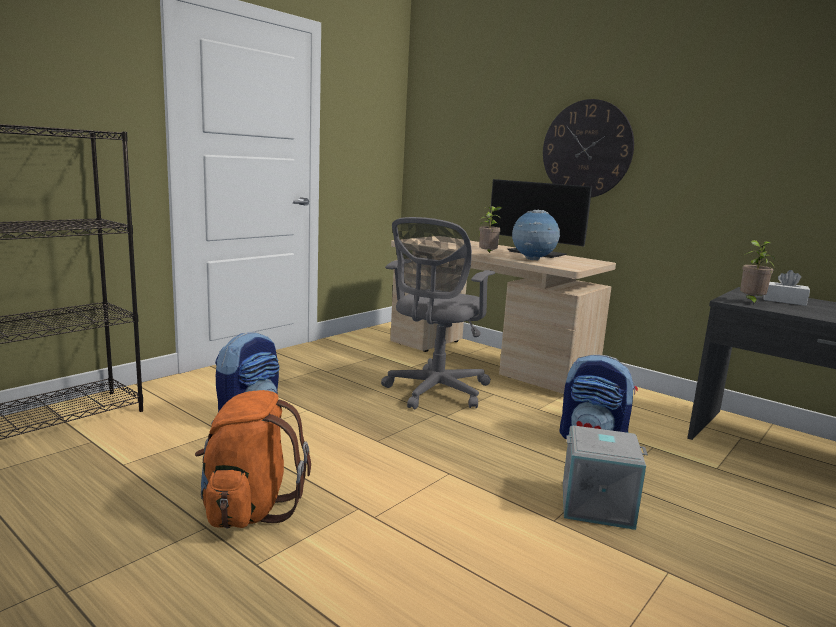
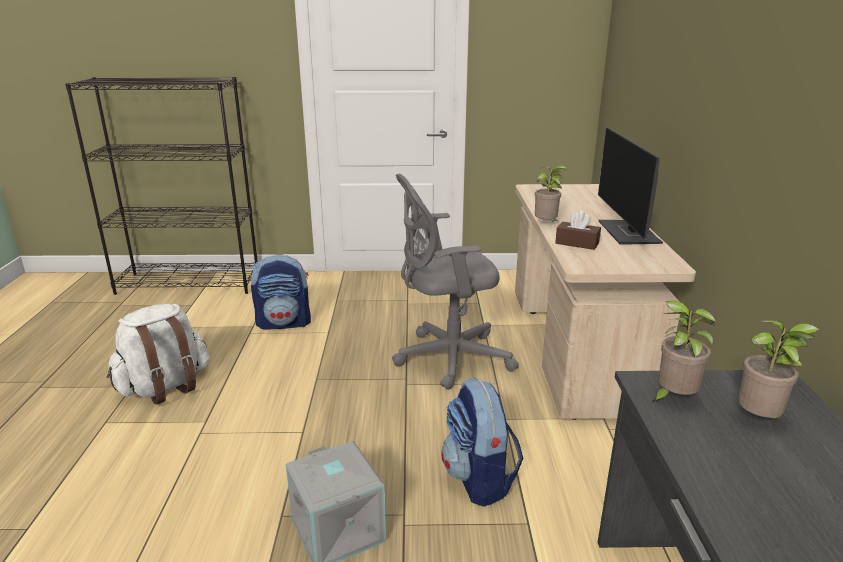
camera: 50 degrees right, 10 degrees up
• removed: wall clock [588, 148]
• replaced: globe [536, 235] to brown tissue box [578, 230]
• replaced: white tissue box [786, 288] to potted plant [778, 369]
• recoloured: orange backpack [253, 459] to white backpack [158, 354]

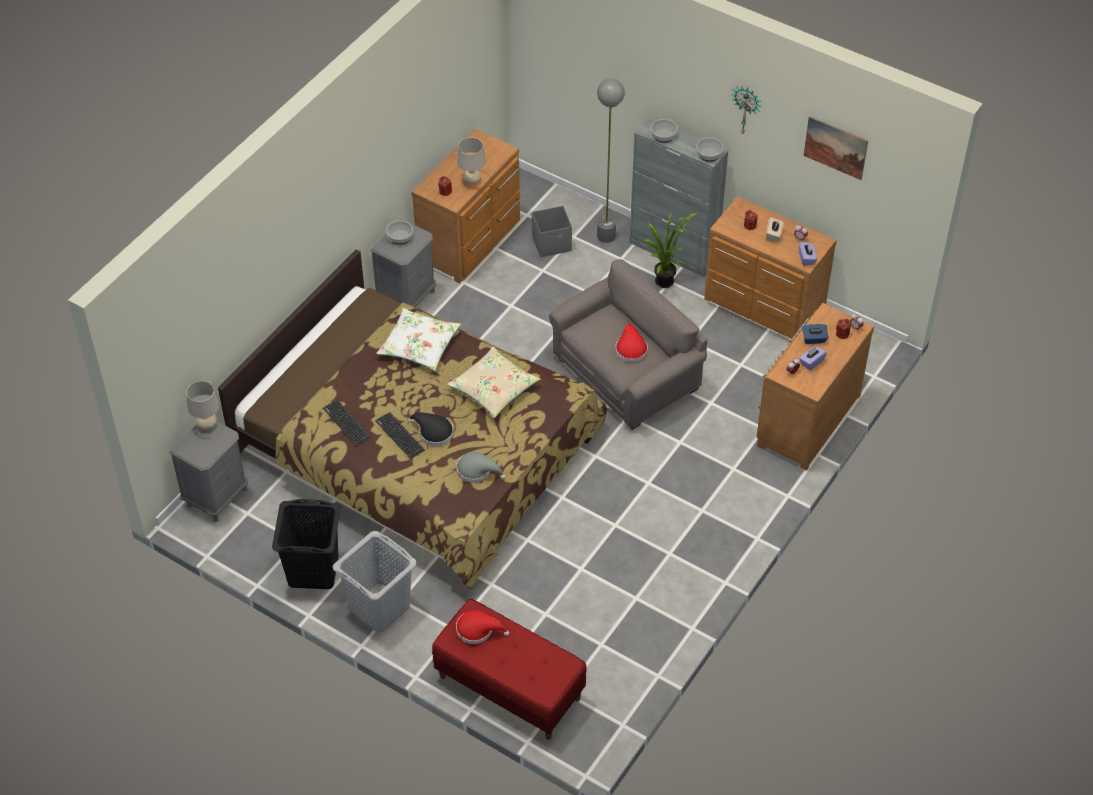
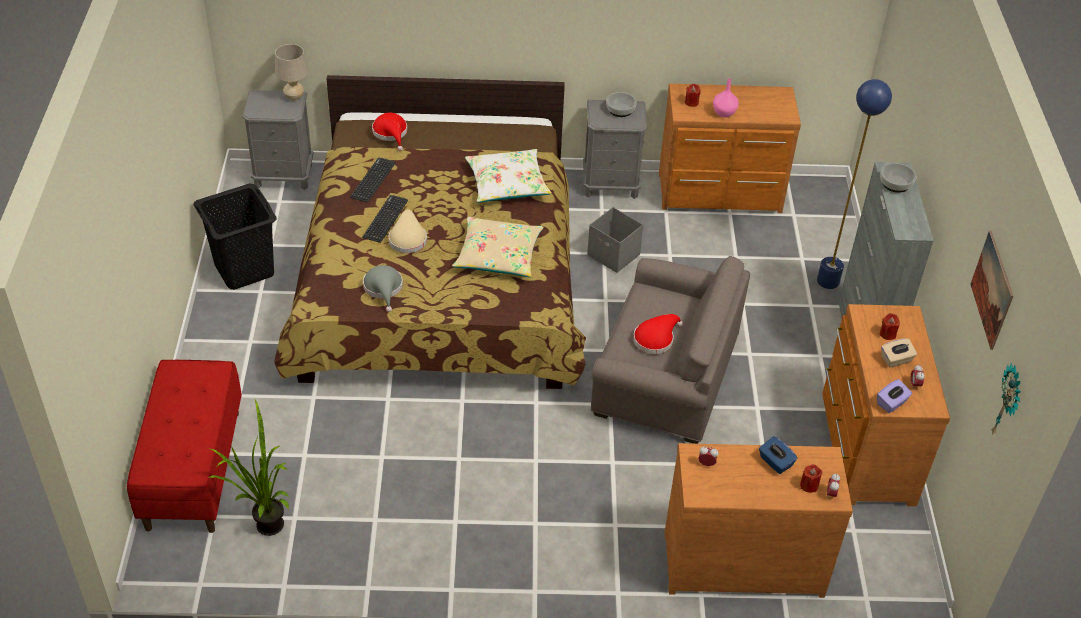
camera: 55 degrees right, 5 degrees down
• recoloured: grey floor lamp [611, 161] to blue floor lamp [854, 184]
• moved: wall clock [746, 110] to [1006, 399]
• replaced: beige table lamp [471, 161] to pink vase [726, 98]
• removed: bowl [710, 150]
• moved: potted plant [670, 244] to [249, 467]
• moved: grey storage box [552, 231] to [615, 240]
• removed: purple tissue box [813, 358]
• recoloured: black hat [430, 429] to beige hat [408, 231]
• removed: grey laundry basket [375, 582]
• moved: red hat [482, 627] to [389, 132]

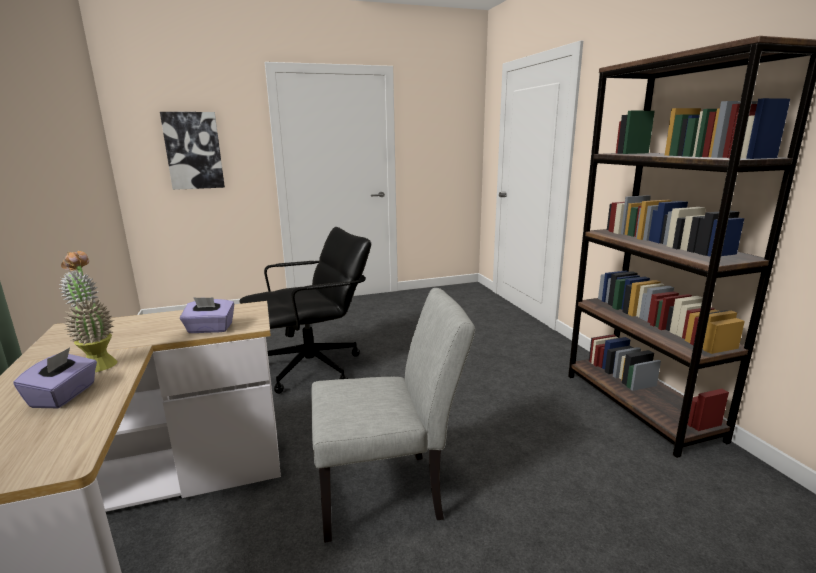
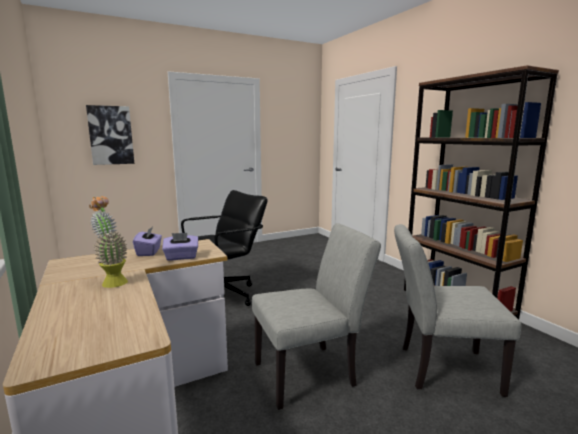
camera: 10 degrees left, 5 degrees down
• moved: purple tissue box [55, 378] to [147, 241]
• added: grey chair [457, 310]

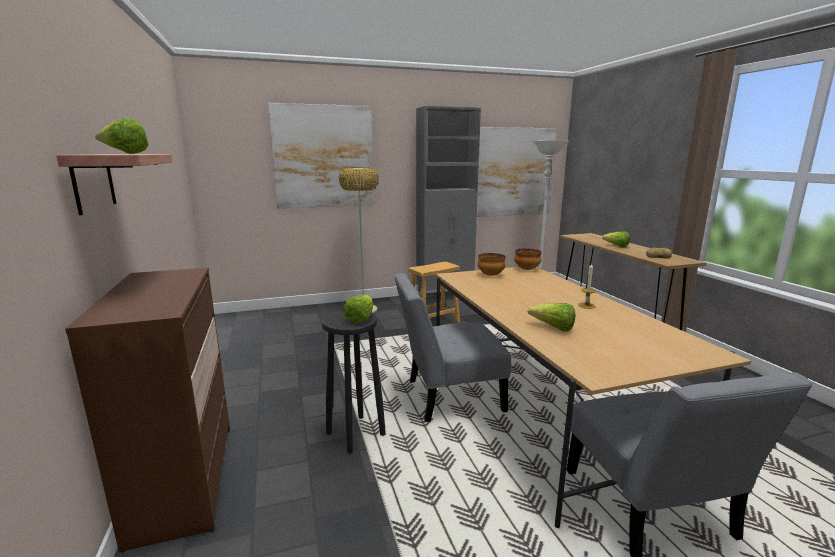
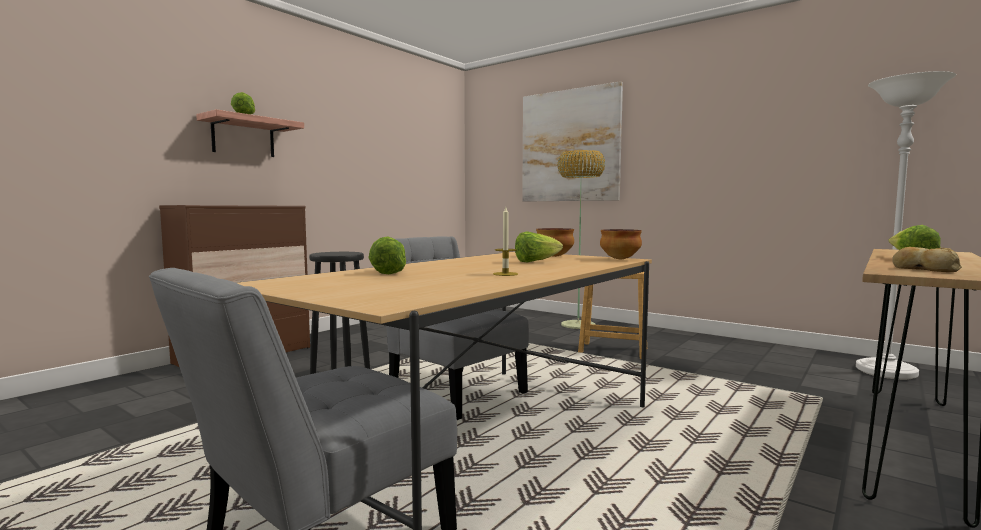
camera: 55 degrees right, 10 degrees down
• removed: grey cabinet [448, 201]
• removed: picture [516, 172]
• moved: lettuce [358, 309] to [539, 246]

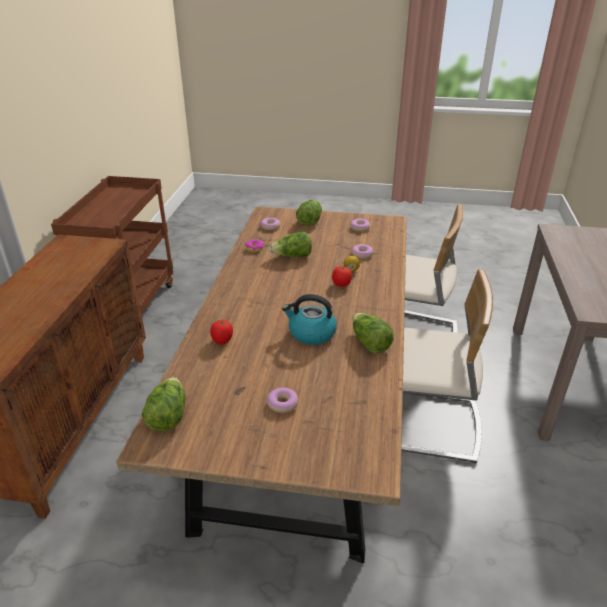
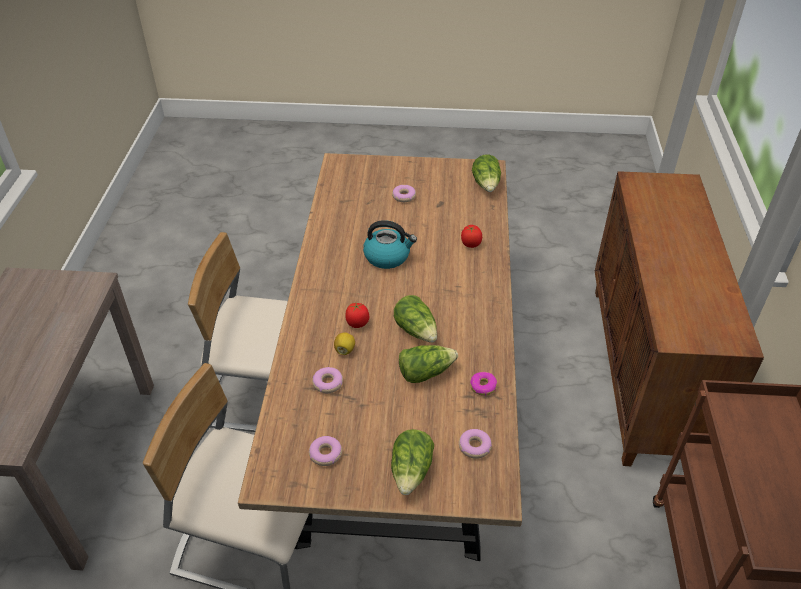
camera: 175 degrees right, 10 degrees up
• moved: lettuce [373, 333] to [415, 318]

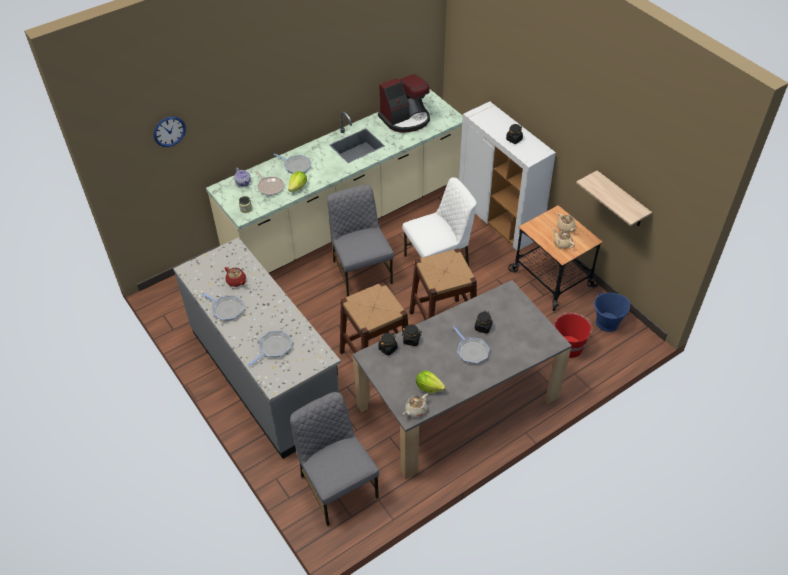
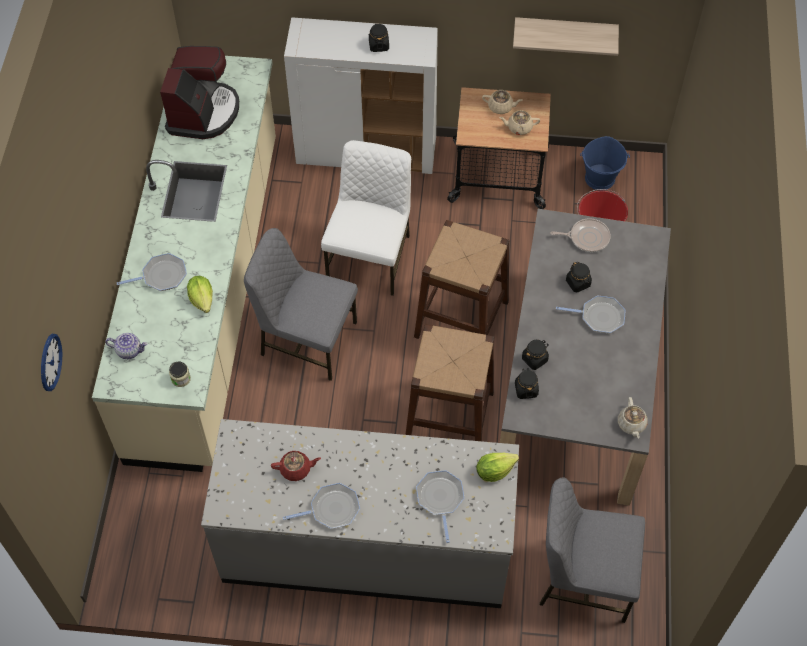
camera: 50 degrees left, 10 degrees up
• moved: frying pan [269, 183] to [580, 235]
• moved: lettuce [431, 381] to [497, 467]

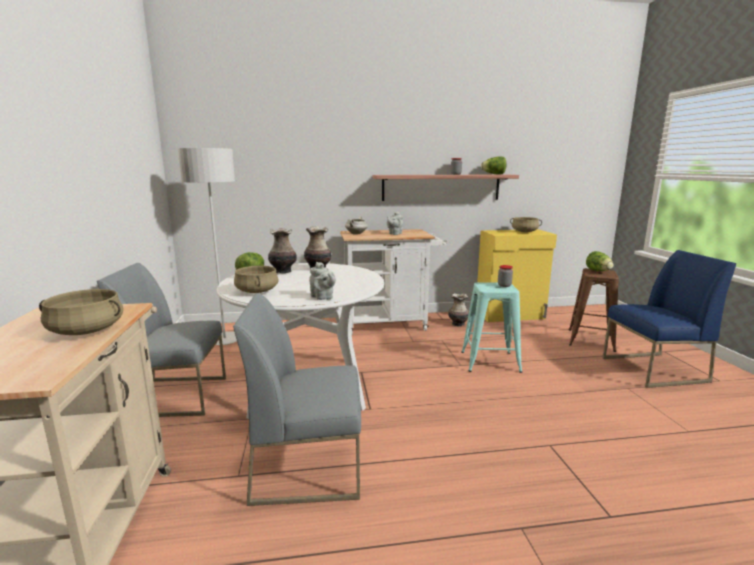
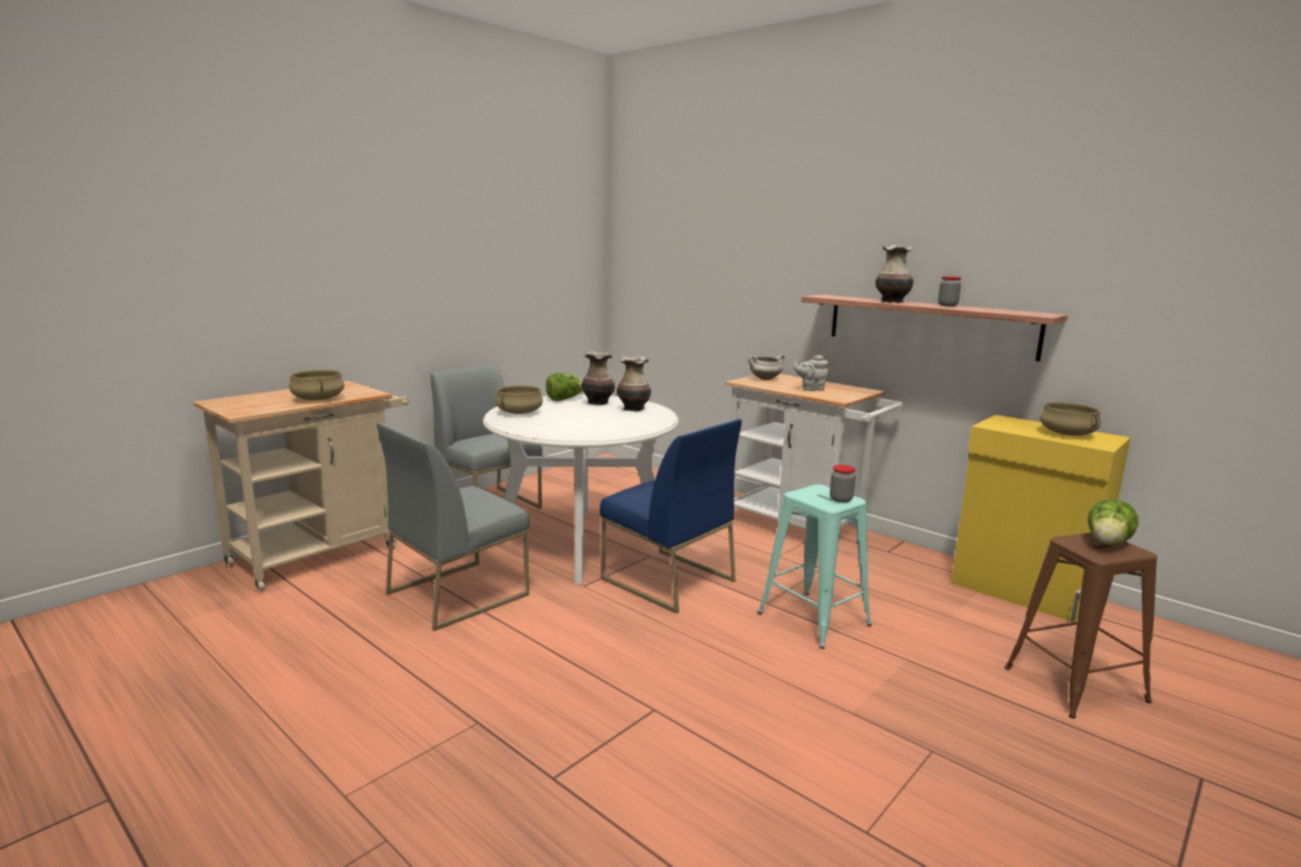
camera: 50 degrees right, 0 degrees up
• removed: grey floor lamp [207, 246]
• removed: lettuce [493, 166]
• moved: blue chair [669, 319] to [671, 516]
• removed: grey teapot [322, 281]
• turned: grey chair [297, 399] = [453, 526] 90 degrees counterclockwise
• moved: vase [458, 310] to [894, 274]

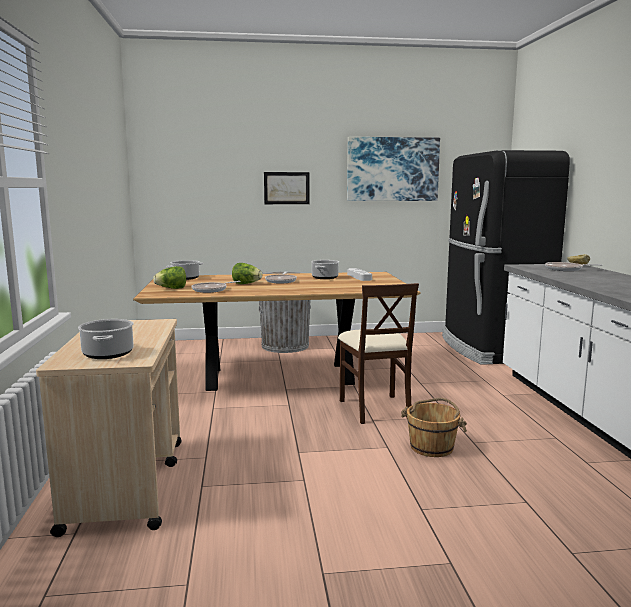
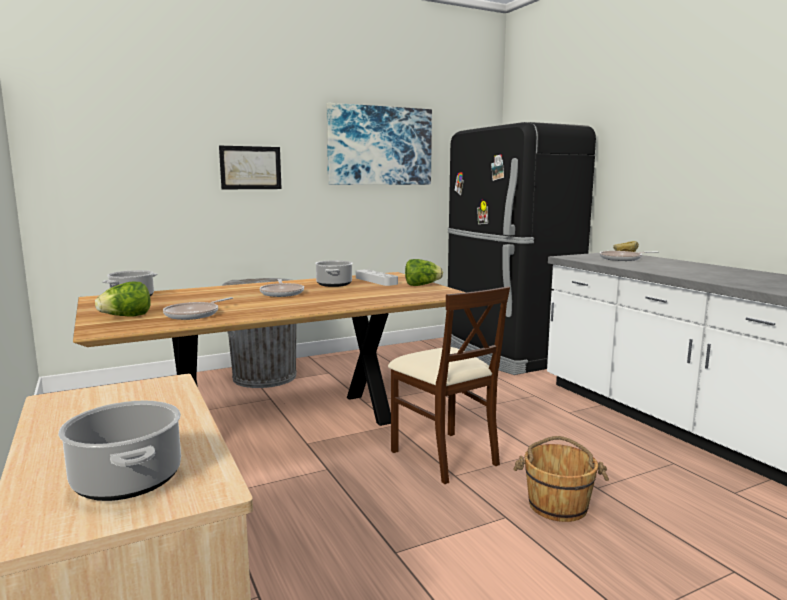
camera: 20 degrees left, 0 degrees up
• moved: lettuce [247, 273] to [424, 272]

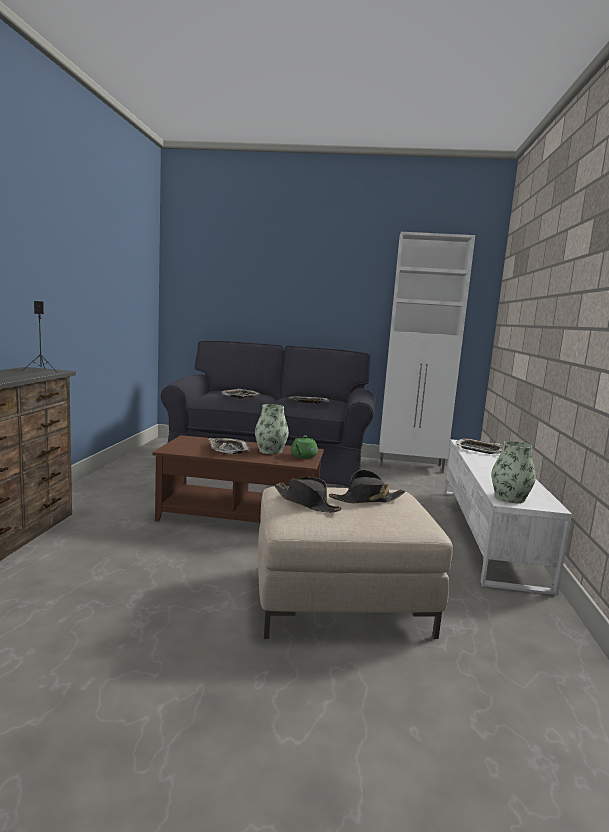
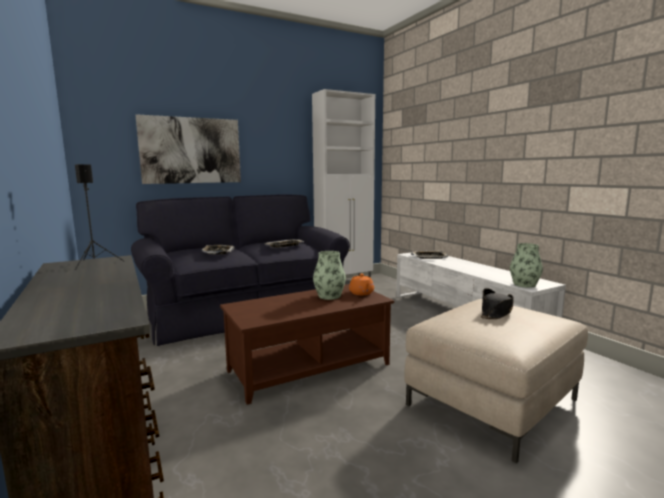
camera: 35 degrees left, 0 degrees up
• recoloured: green teapot [304, 447] to orange teapot [361, 284]
• removed: tray [229, 446]
• removed: black hat [308, 494]
• added: picture [188, 149]

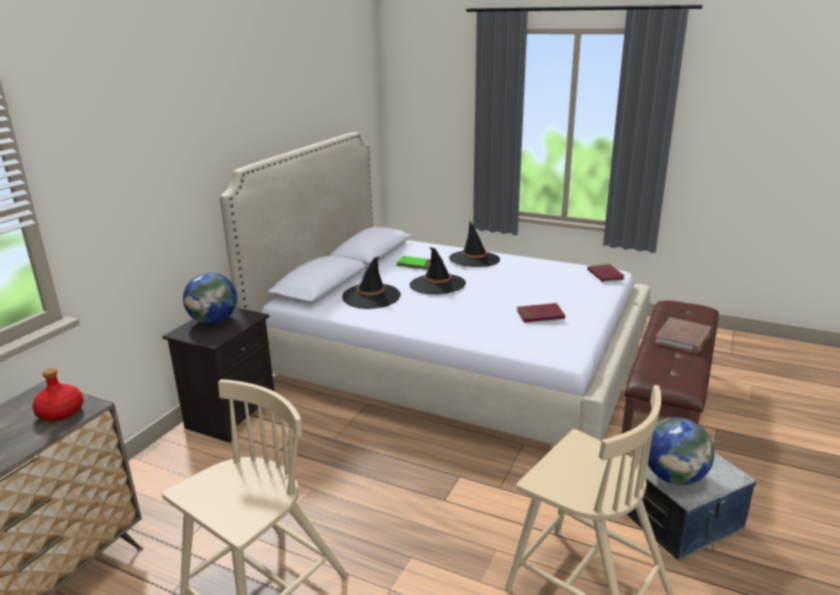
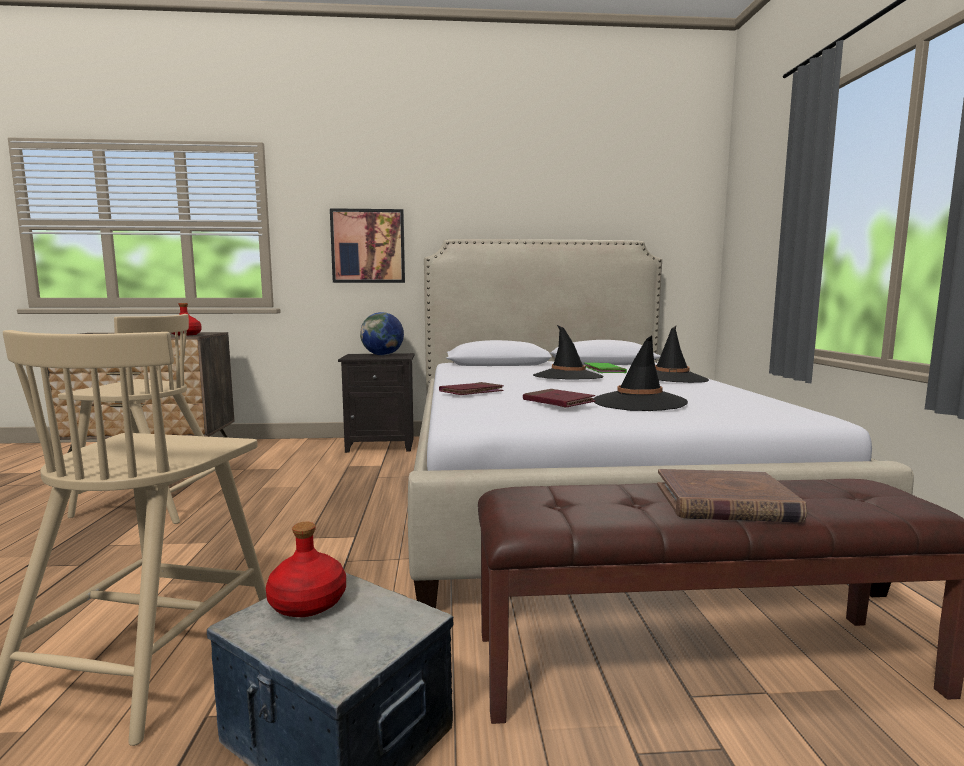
camera: 60 degrees right, 15 degrees down
• moved: black hat [371, 282] to [640, 373]
• moved: red book [606, 273] to [471, 388]
• replaced: globe [681, 451] to red bottle [306, 569]
• added: picture [367, 245]

